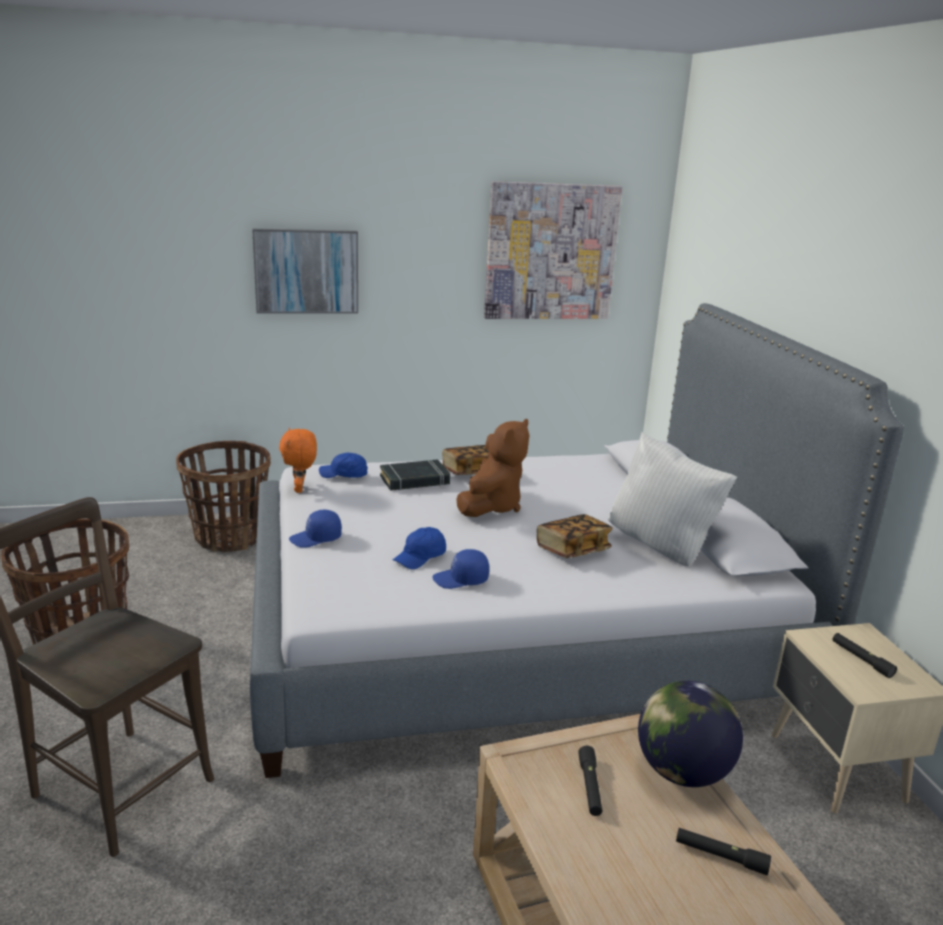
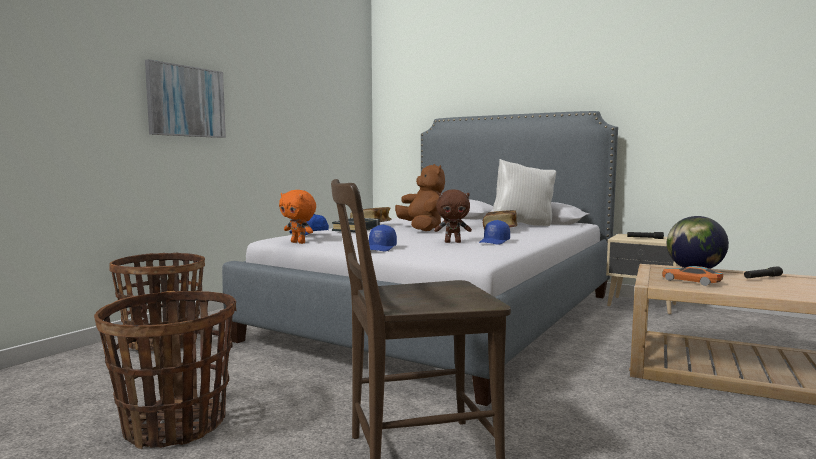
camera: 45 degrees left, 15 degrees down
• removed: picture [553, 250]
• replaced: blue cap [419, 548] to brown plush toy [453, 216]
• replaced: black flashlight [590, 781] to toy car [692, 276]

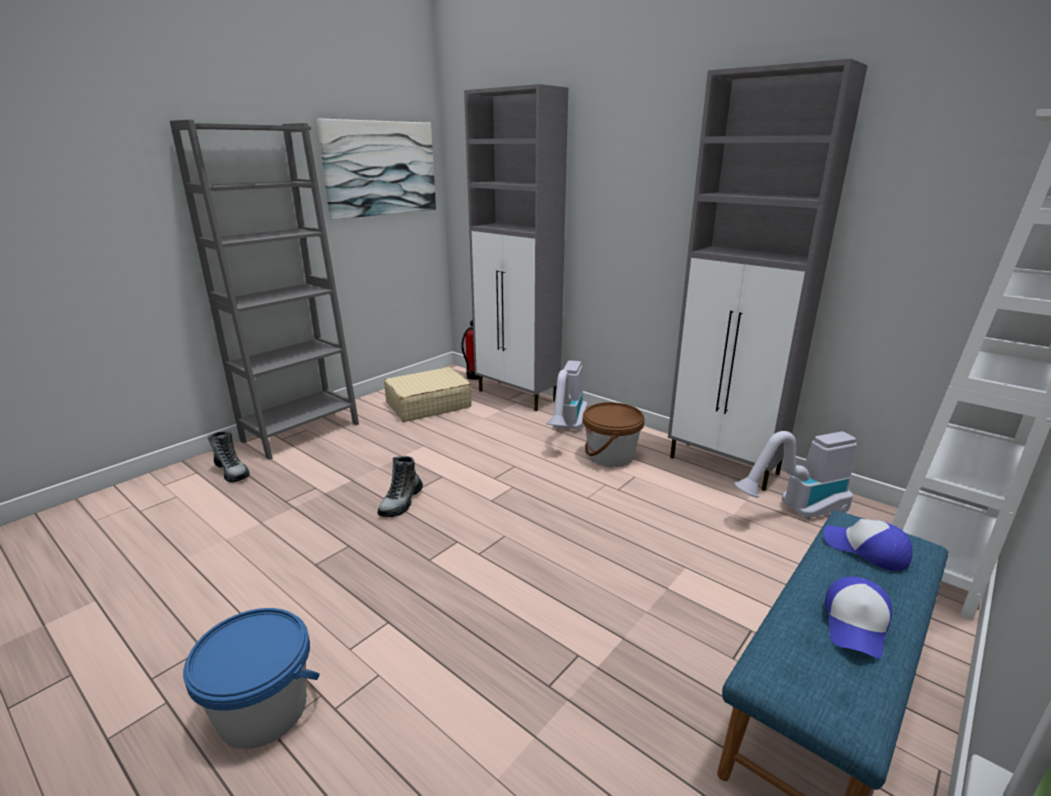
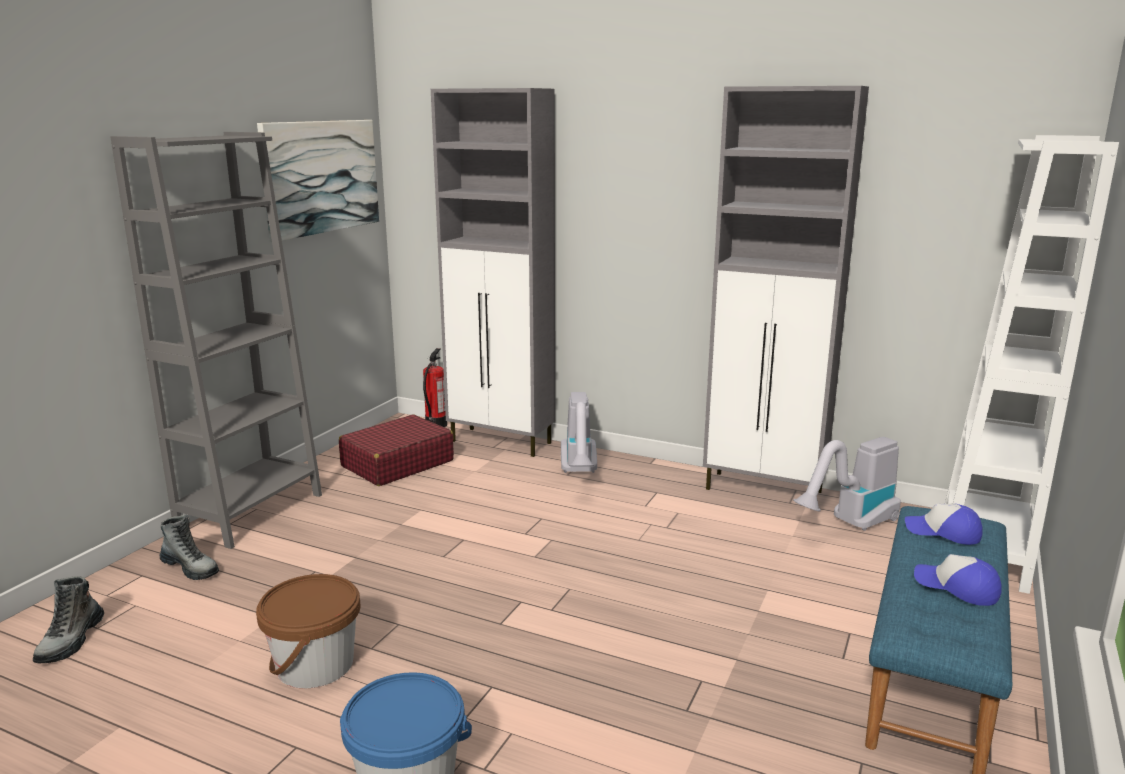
camera: 15 degrees left, 5 degrees down
• recoloured: beige suitcase [428, 394] to red suitcase [396, 450]
• moved: brown bucket [614, 434] to [308, 631]
• moved: boot [400, 486] to [68, 620]
• turned: cap [858, 617] = [958, 580] 120 degrees clockwise

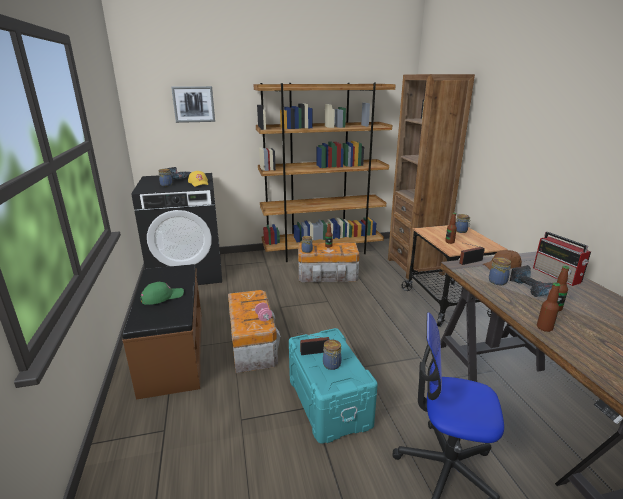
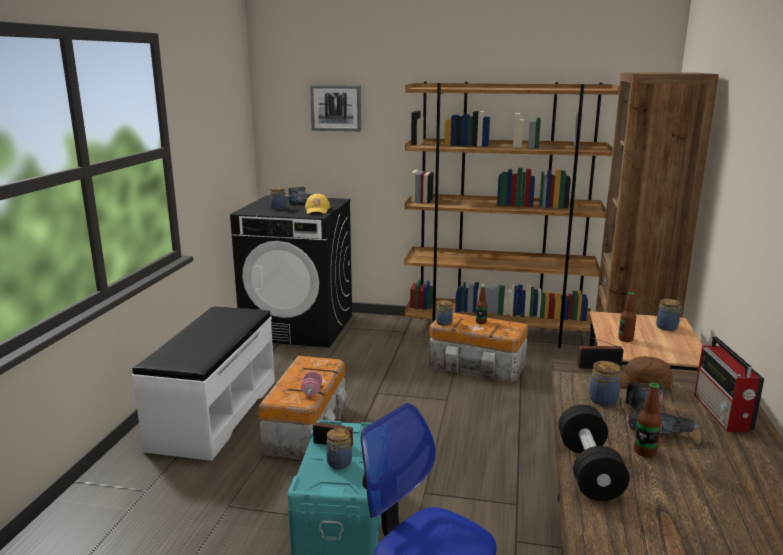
camera: 25 degrees right, 5 degrees down
• recoloured: brown bench [162, 332] to white bench [203, 383]
• removed: green cap [162, 293]
• replaced: bottle [549, 307] to black dumbbell [594, 453]

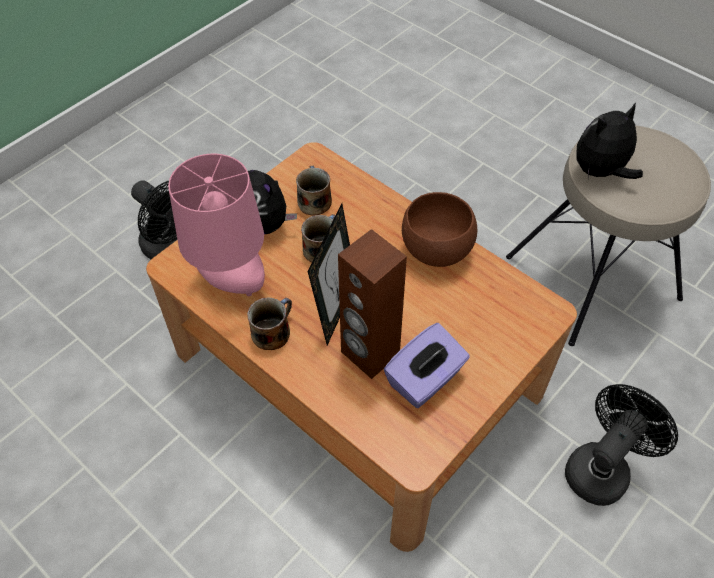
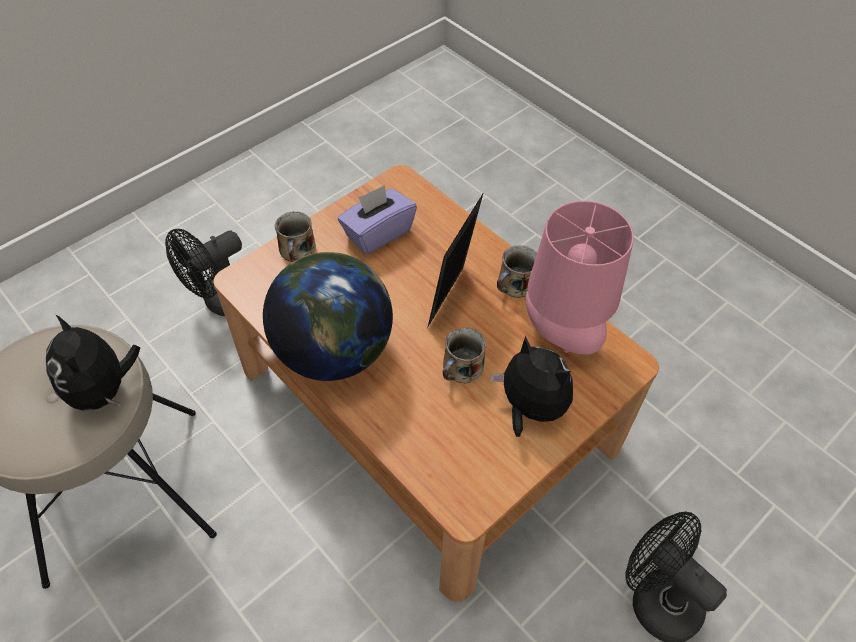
camera: 175 degrees left, 0 degrees up
• turned: plush toy [609, 140] = [93, 362] 90 degrees clockwise
• moved: mug [314, 191] to [295, 236]
• replaced: brown bowl [439, 229] to globe [328, 316]
• removed: brown speaker [372, 304]

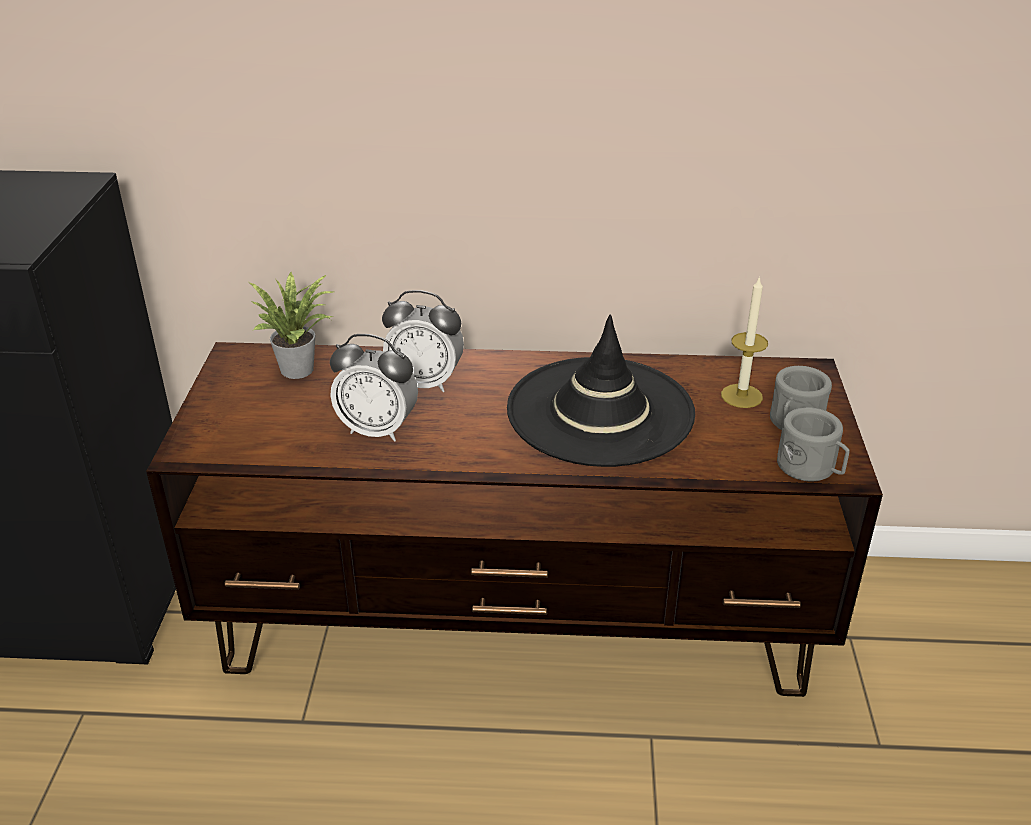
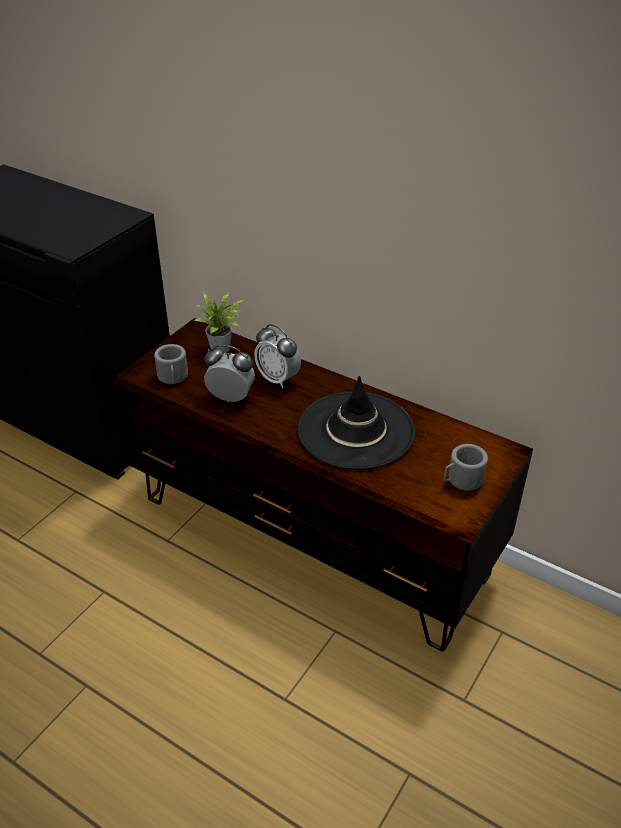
camera: 30 degrees right, 5 degrees up
• removed: candle [744, 342]
• turned: alarm clock [374, 388] = [229, 373] 150 degrees clockwise
• moved: grey mug [813, 444] to [171, 364]

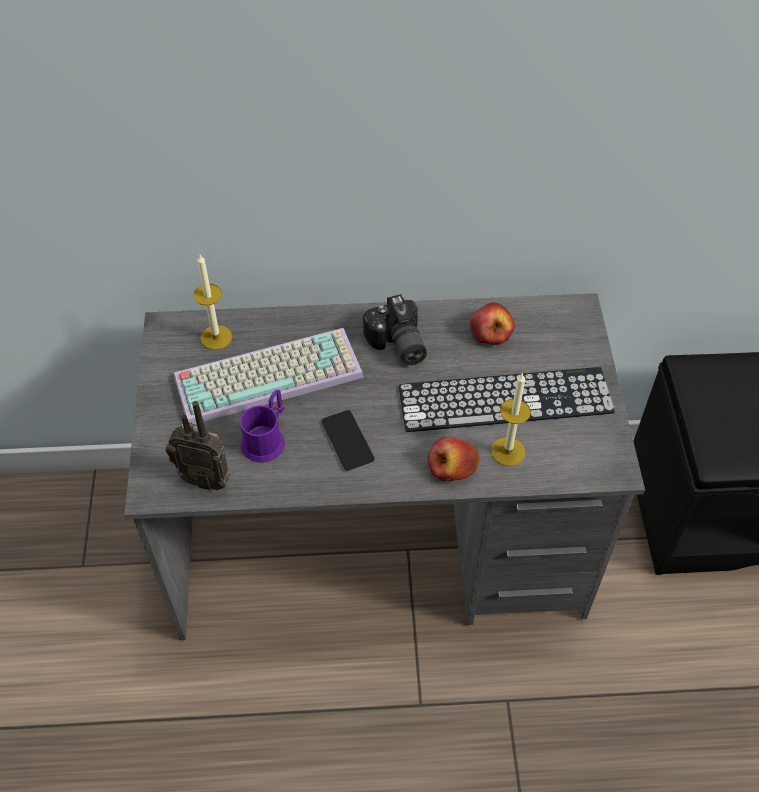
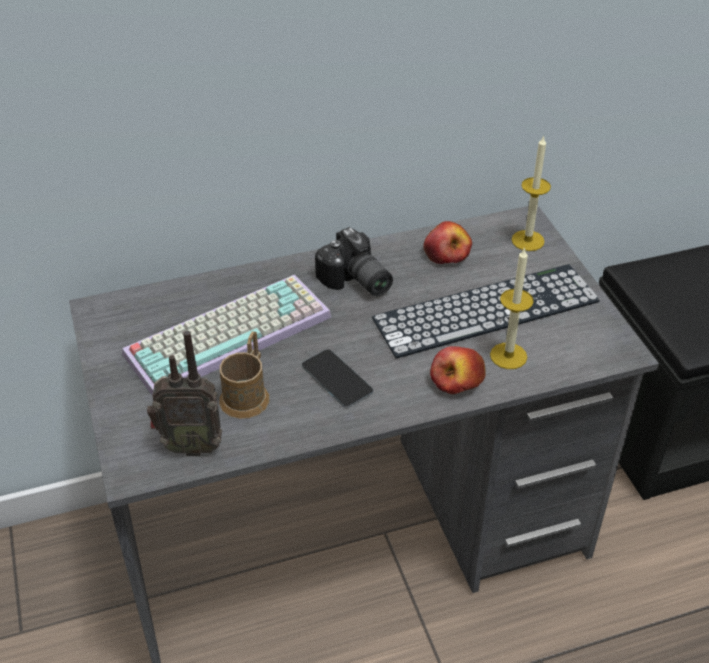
camera: 15 degrees left, 10 degrees down
• moved: candle [213, 302] to [531, 193]
• recoloured: purple mug [262, 426] to brown mug [244, 375]

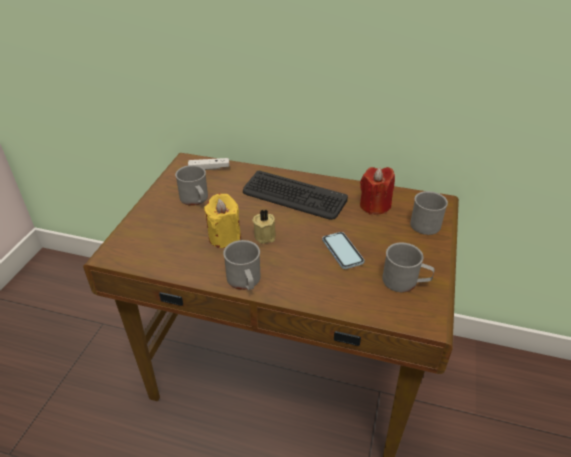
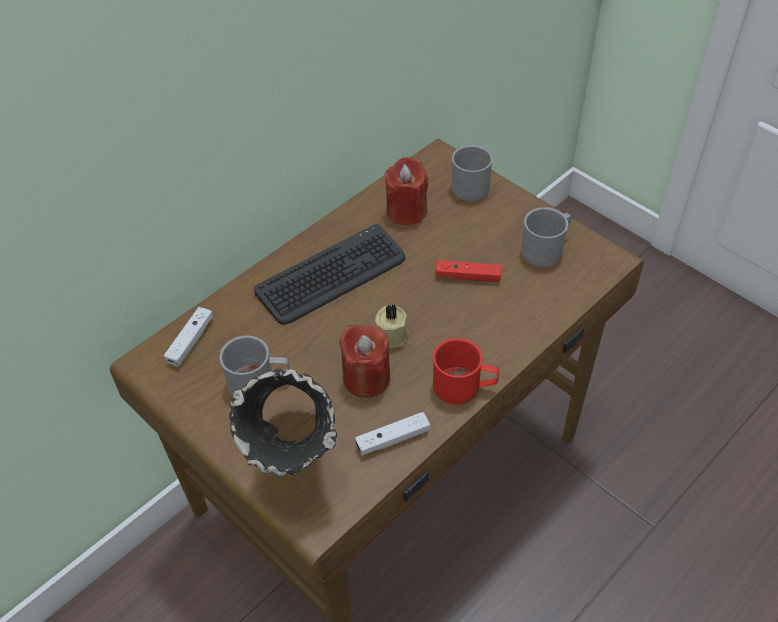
camera: 60 degrees left, 10 degrees up
• recoloured: yellow candle [222, 220] to red candle [364, 361]
• replaced: phone [343, 250] to red game controller [468, 271]
• recoloured: grey mug [242, 265] to red mug [466, 371]
• added: black vase [283, 423]
• added: white game controller [392, 433]

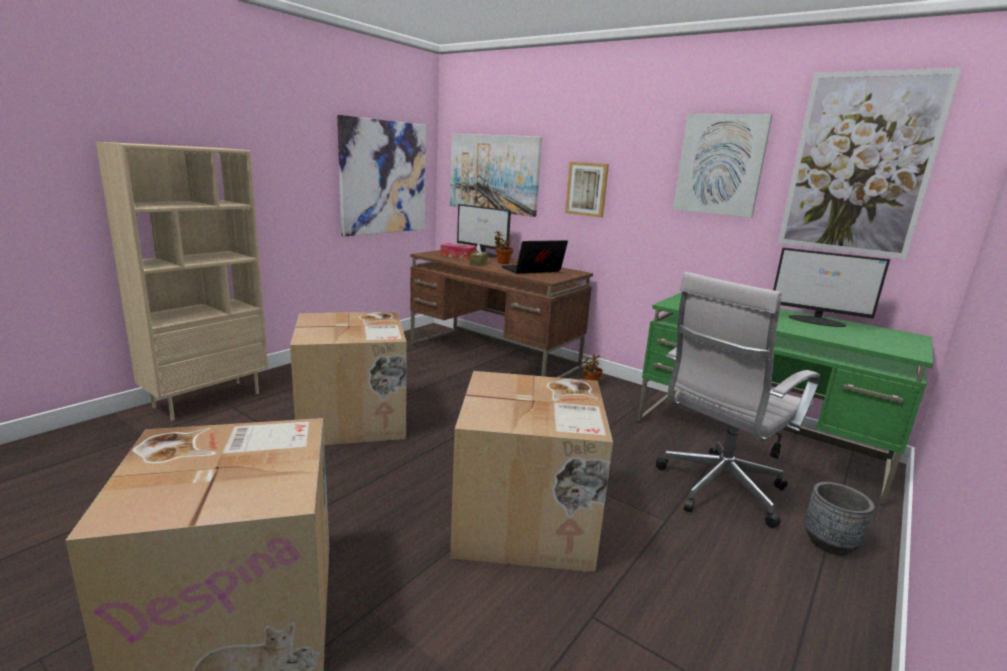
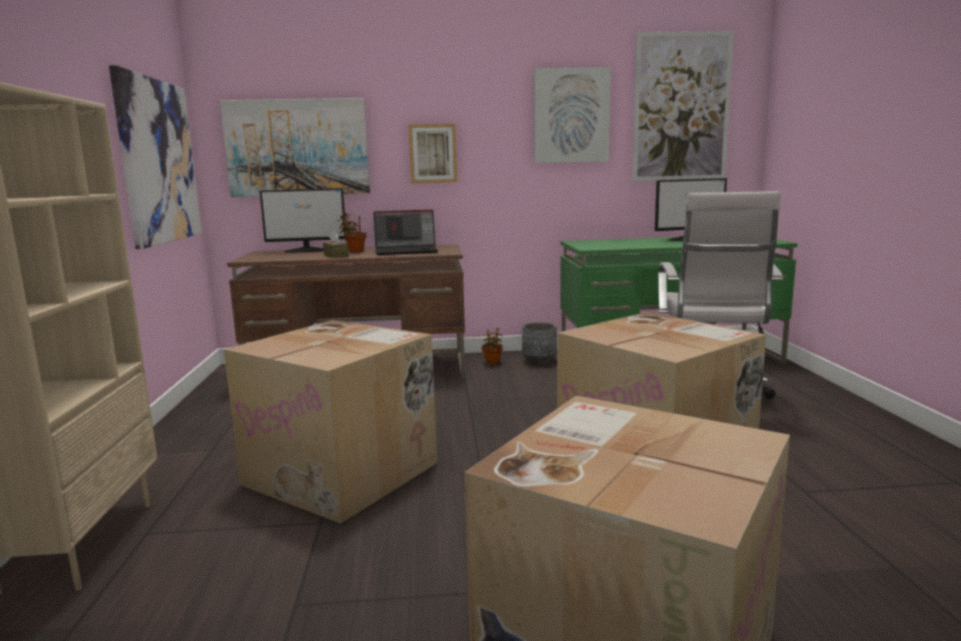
camera: 40 degrees left, 5 degrees down
• turned: laptop [535, 257] = [406, 232] 120 degrees counterclockwise
• removed: tissue box [458, 251]
• moved: grey planter [839, 518] to [539, 343]

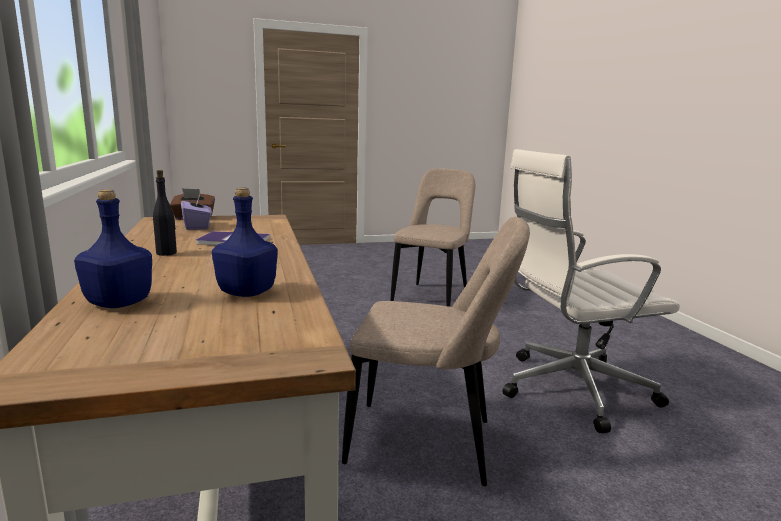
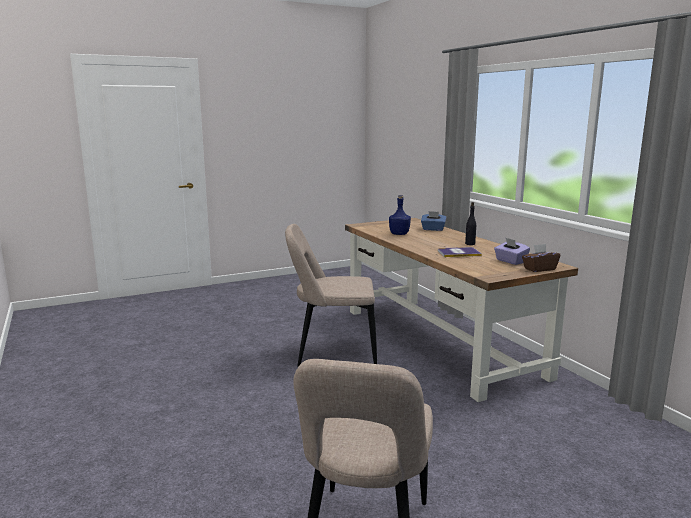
camera: 170 degrees right, 0 degrees up
• removed: white office chair [591, 291]
• replaced: blue bottle [113, 248] to blue tissue box [434, 221]

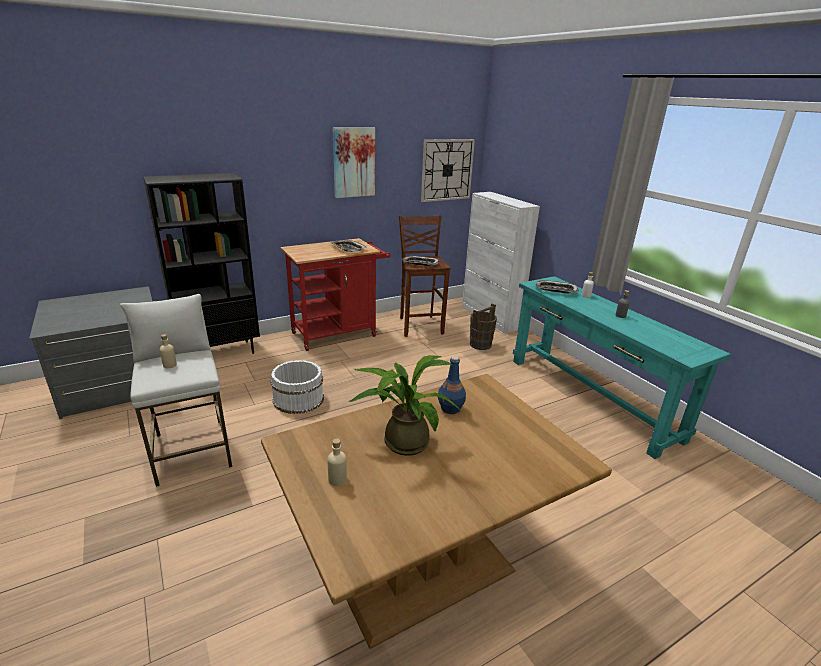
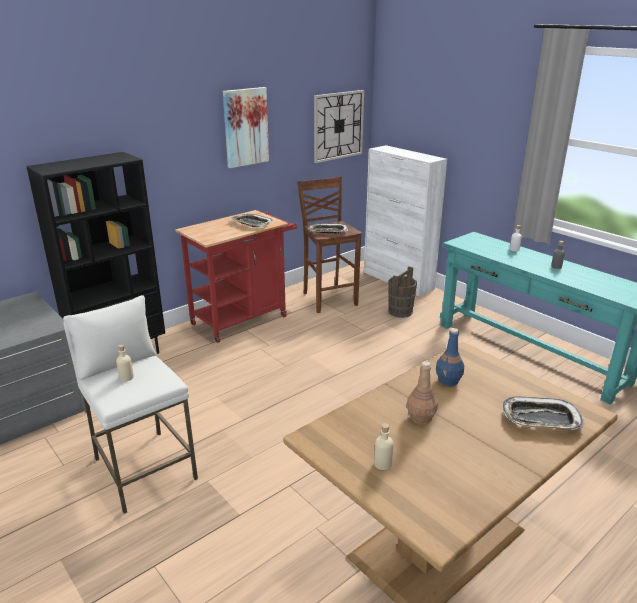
camera: 10 degrees left, 0 degrees up
• moved: tray [557, 287] to [544, 413]
• replaced: potted plant [404, 405] to brown bottle [422, 393]
• removed: white bucket [297, 387]

